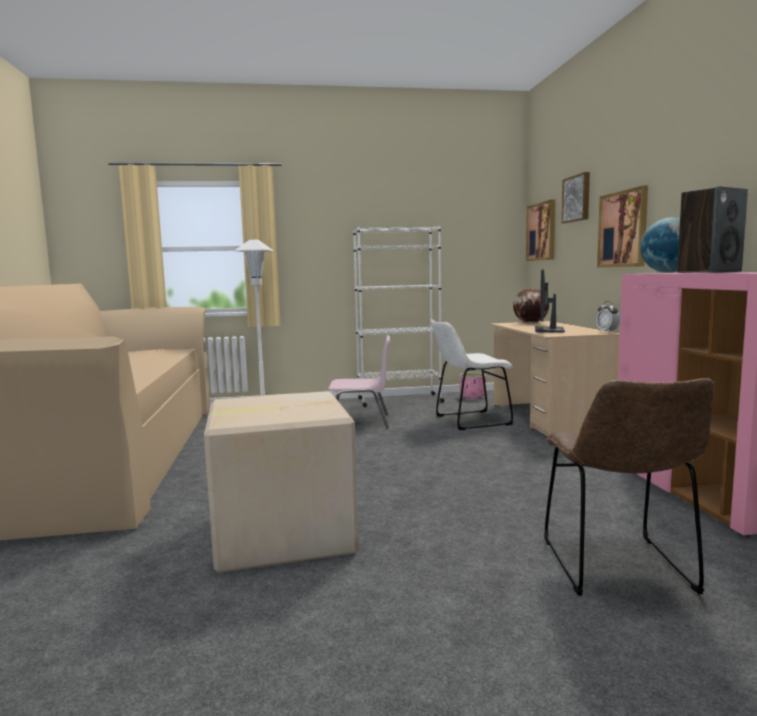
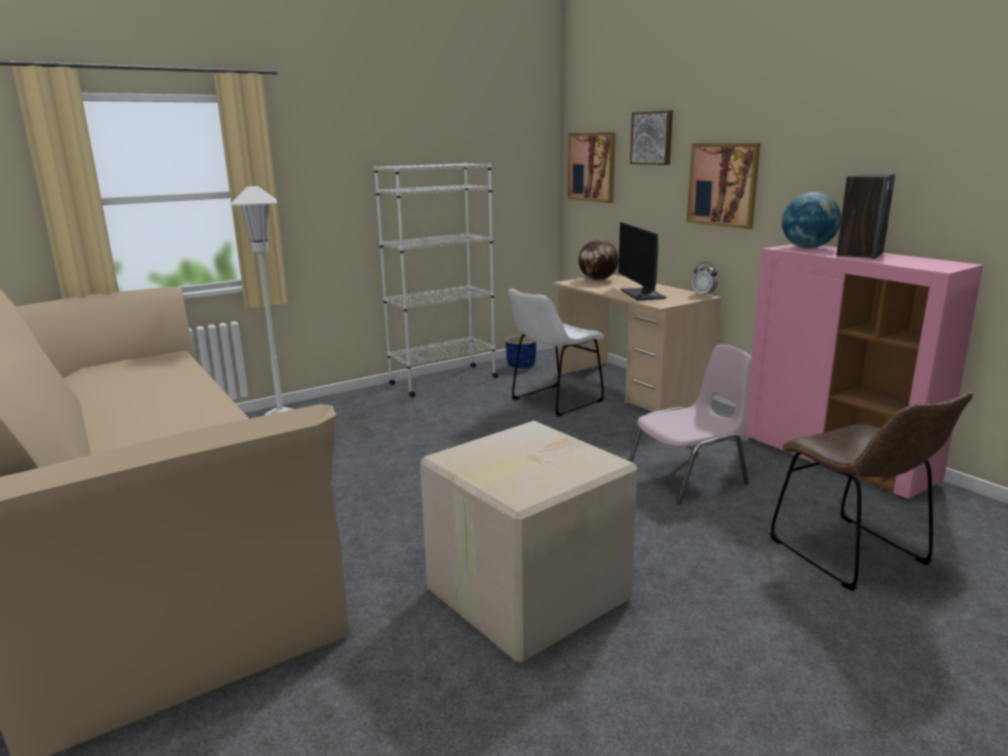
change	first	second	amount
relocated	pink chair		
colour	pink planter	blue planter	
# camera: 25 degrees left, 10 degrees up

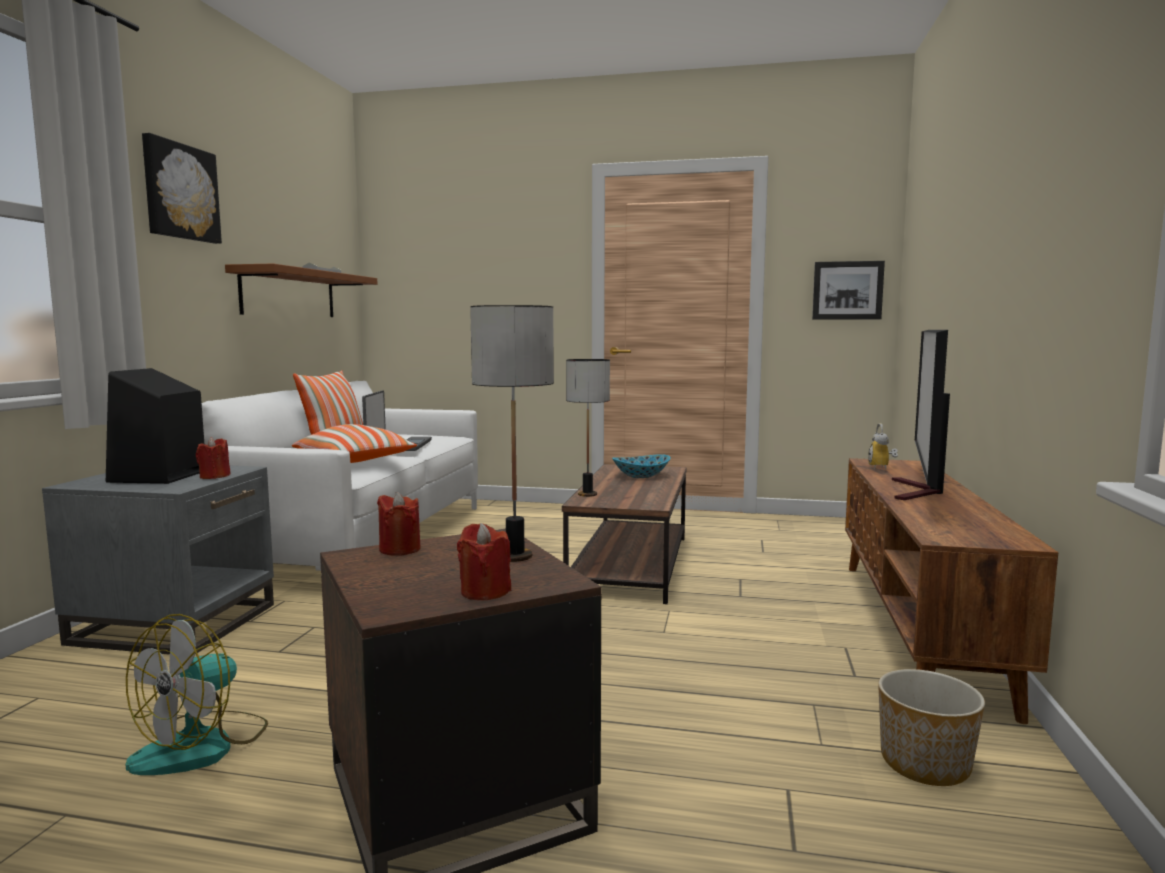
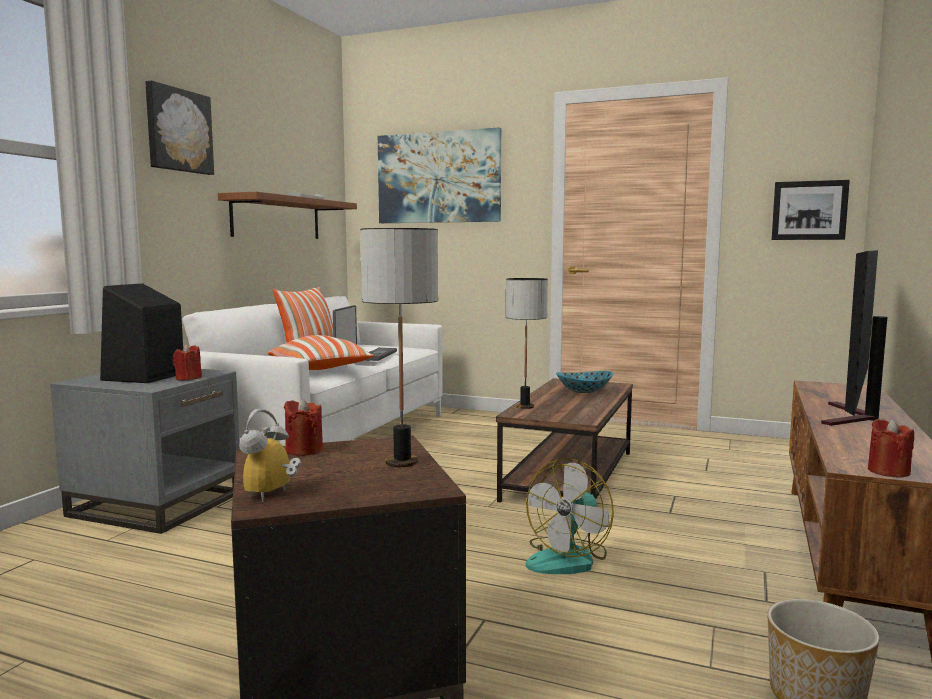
change	first	second	amount
relocated	alarm clock		
relocated	red candle (no. 3 from left)		
relocated	fan		
appeared		picture (no. 2 from left)	
# camera: 10 degrees right, 0 degrees up

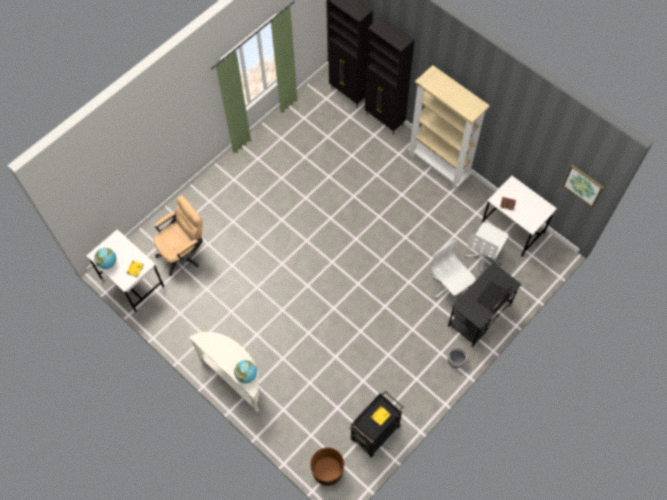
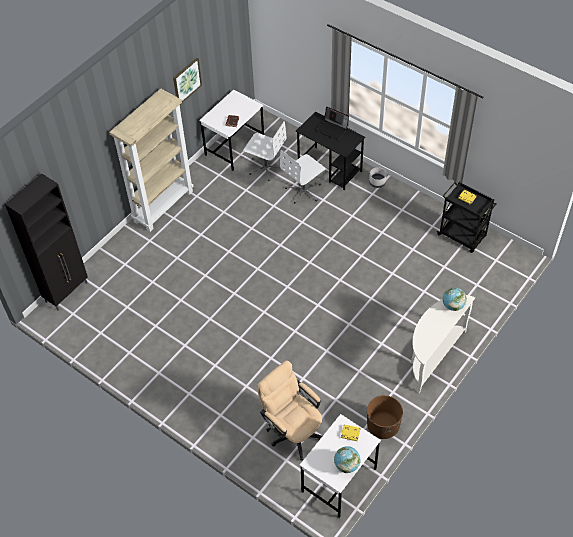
change	first	second	amount
missing	black cabinet (no. 2 from left)		
relocated	picture		
relocated	brown planter		
# camera: 95 degrees left, 10 degrees down

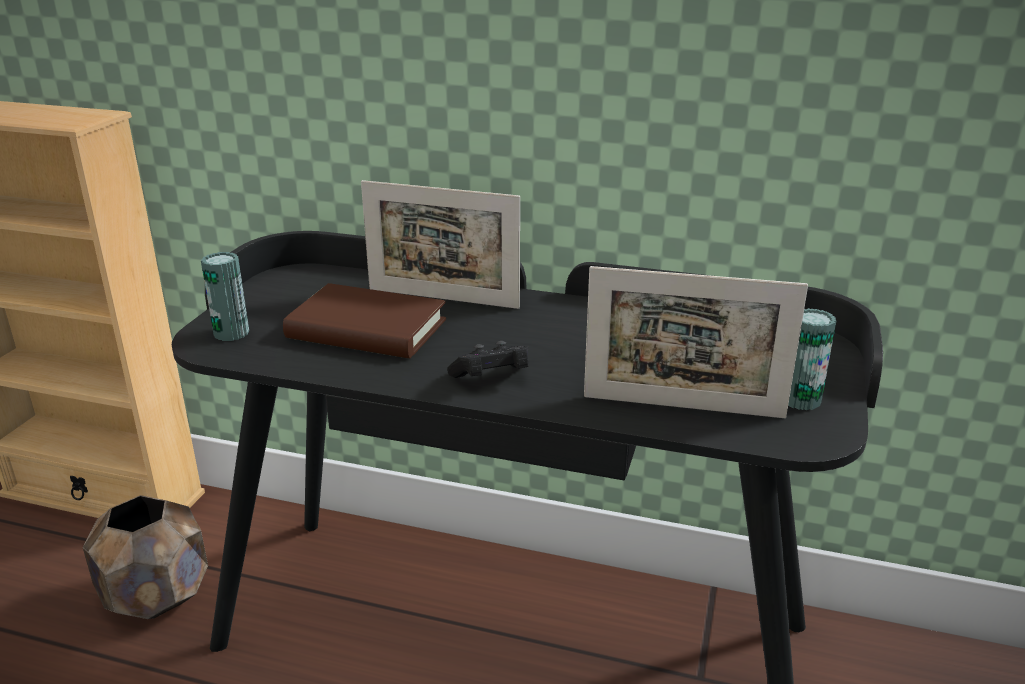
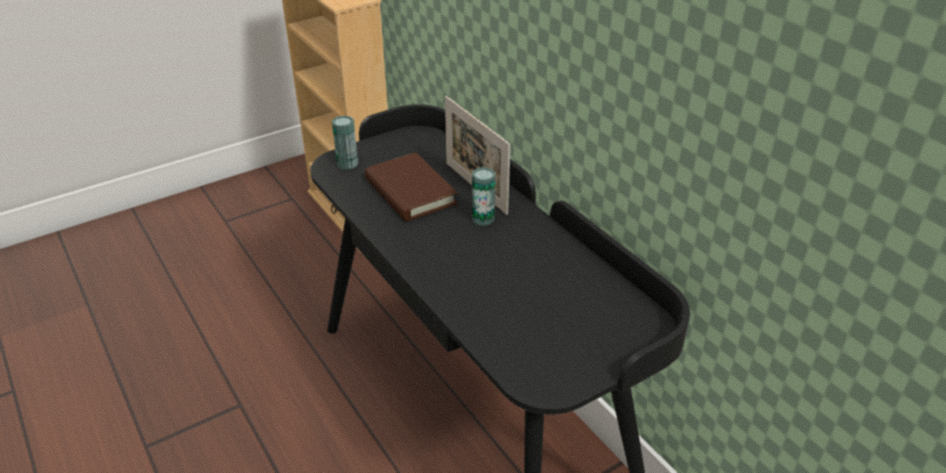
change	first	second	amount
missing	picture frame (no. 2 from left)		
relocated	can (no. 2 from left)		
missing	black game controller		
missing	brown planter		
# camera: 40 degrees right, 10 degrees up

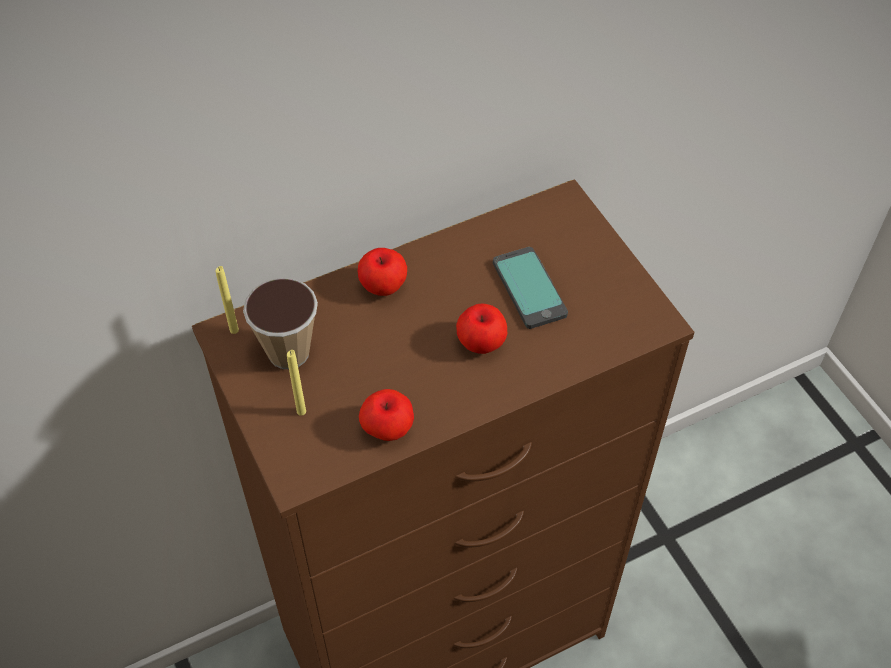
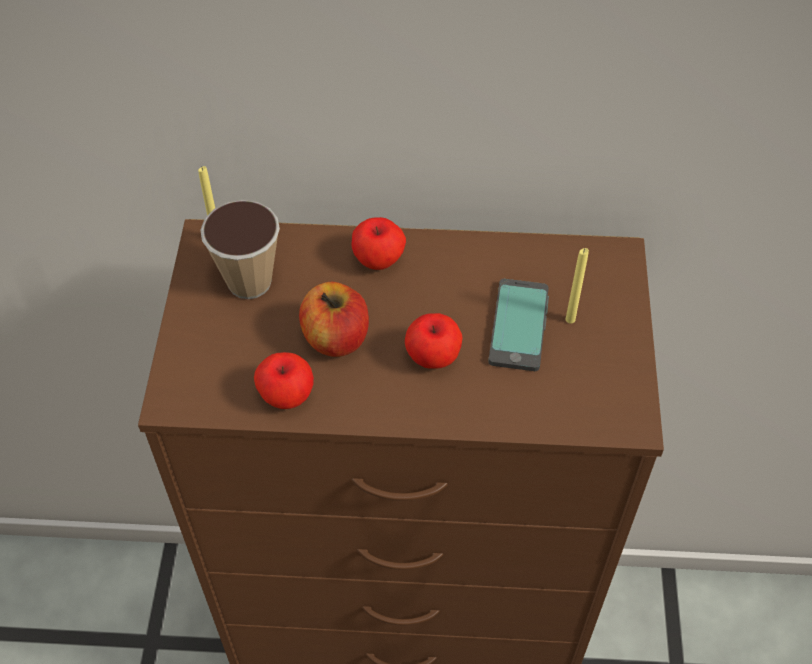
change	first	second	amount
relocated	yellow candle (no. 2 from left)		
appeared		apple (no. 2 from left)	
# camera: 30 degrees right, 0 degrees up

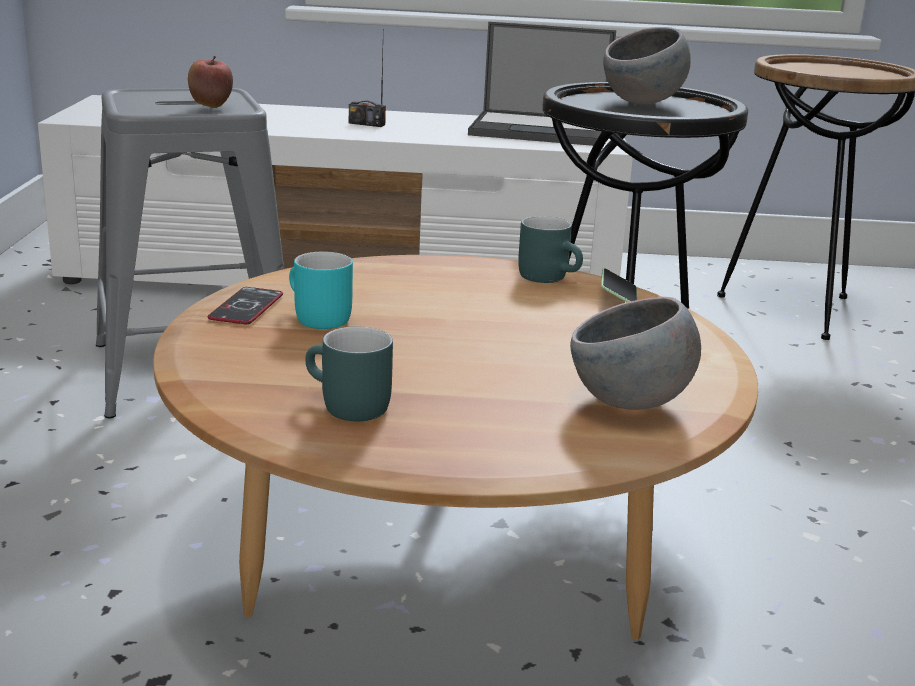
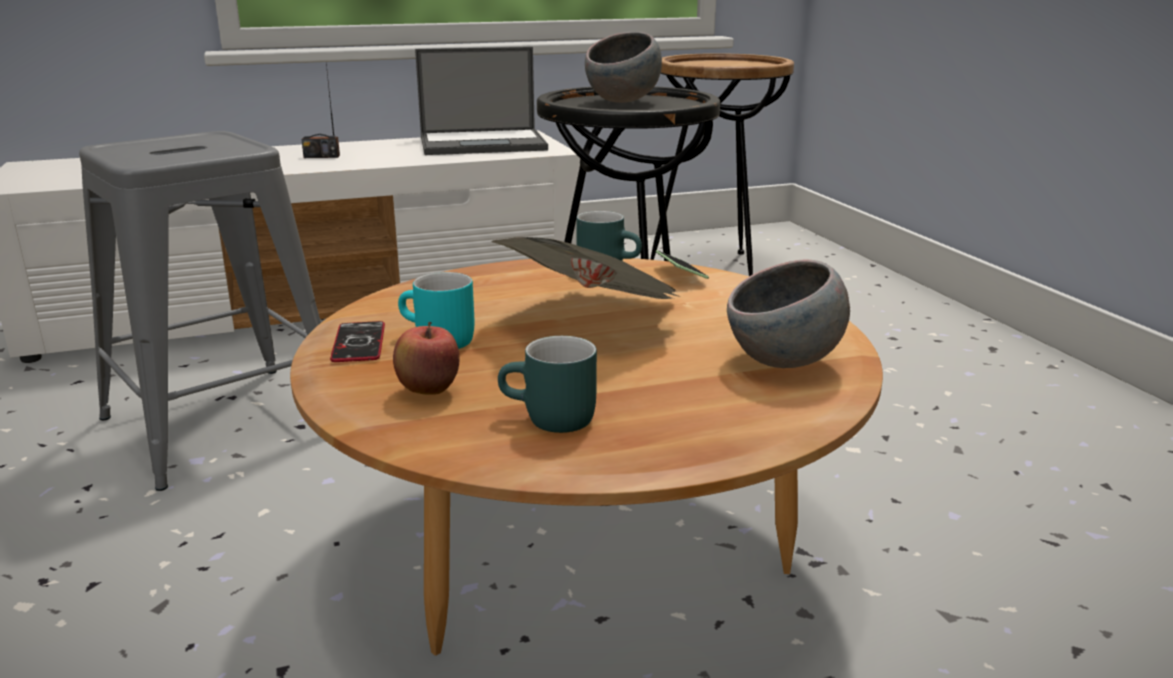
change	first	second	amount
relocated	apple		
appeared		newspaper	
# camera: 20 degrees left, 0 degrees up

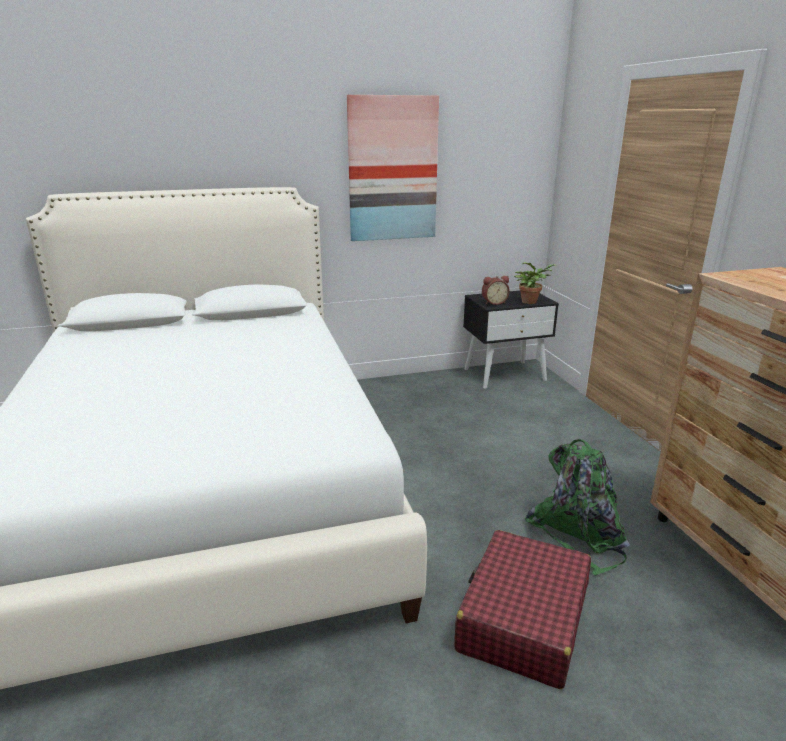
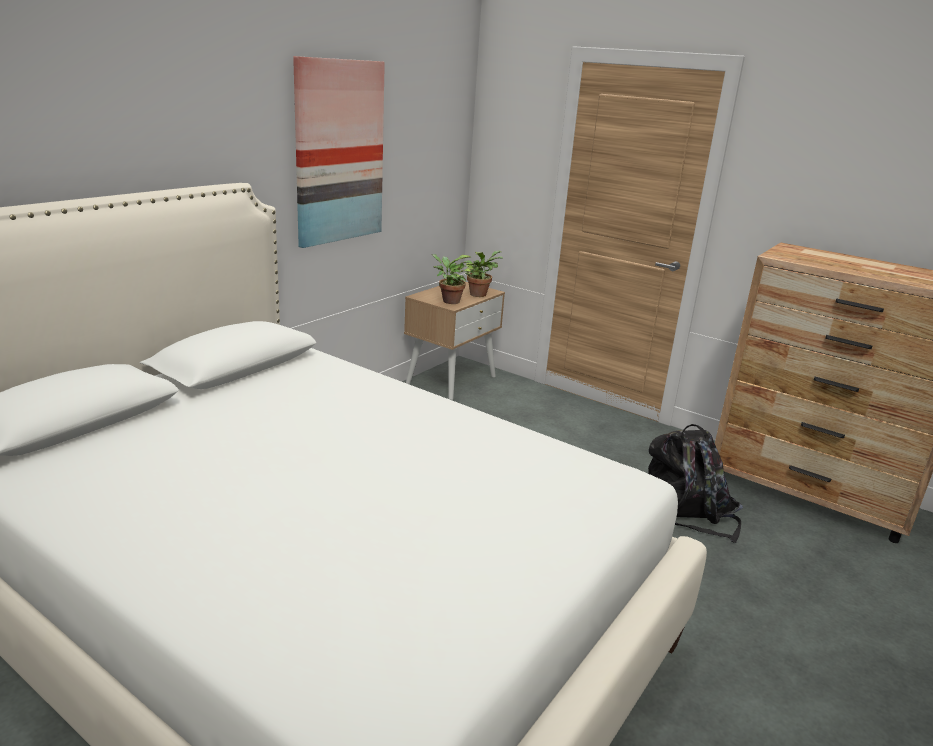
change	first	second	amount
exchanged	alarm clock	potted plant (no. 1 from left)	
colour	black nightstand	beige nightstand	
colour	green backpack	black backpack	
missing	red suitcase		
# camera: 40 degrees left, 0 degrees up

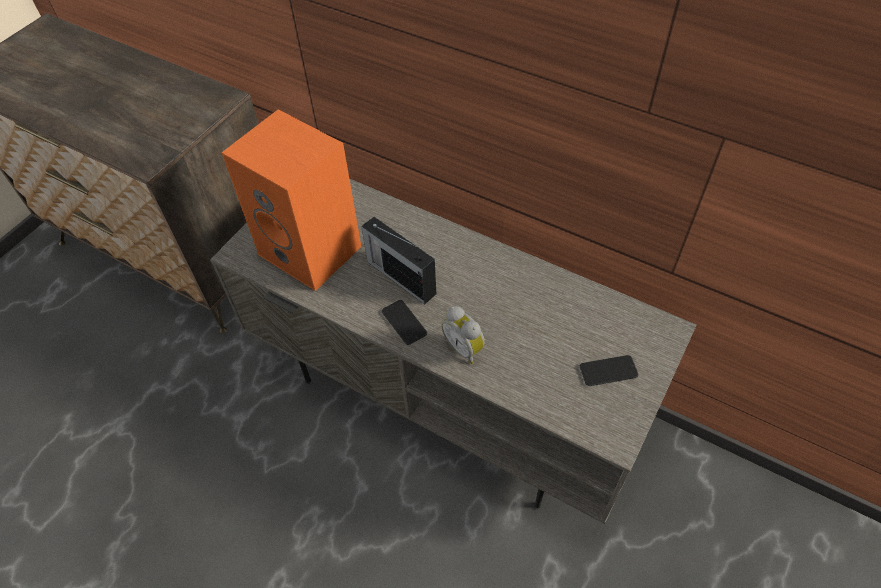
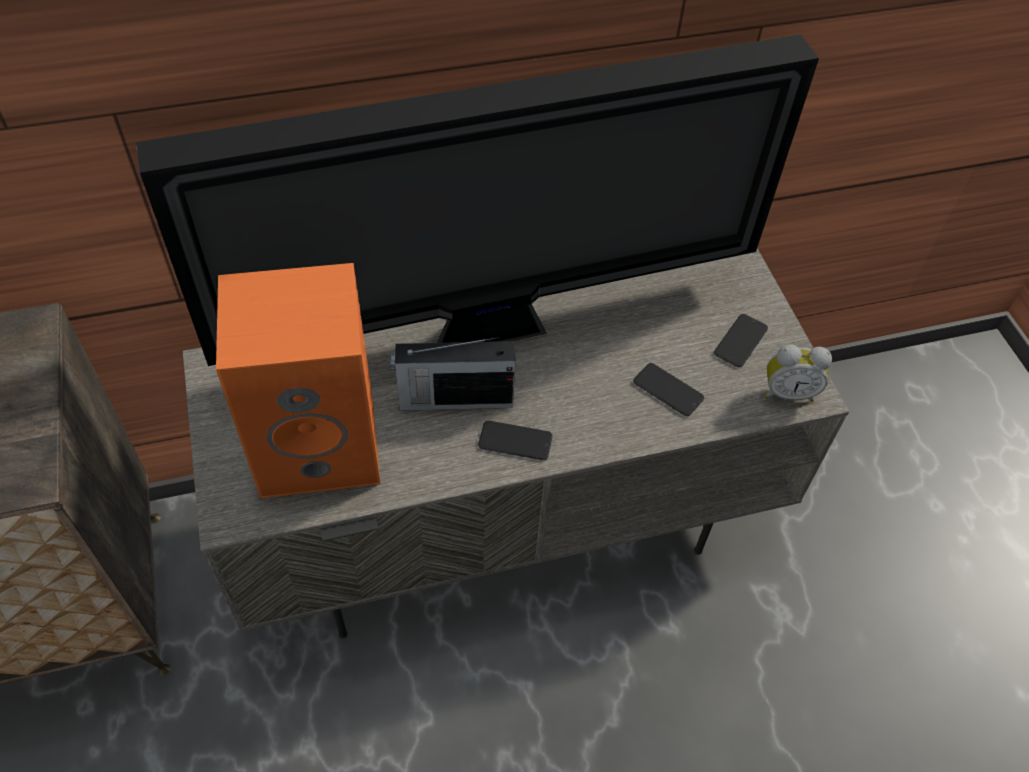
change	first	second	amount
relocated	alarm clock		
appeared		television	
appeared		phone (no. 2 from left)	
# camera: 50 degrees left, 0 degrees up

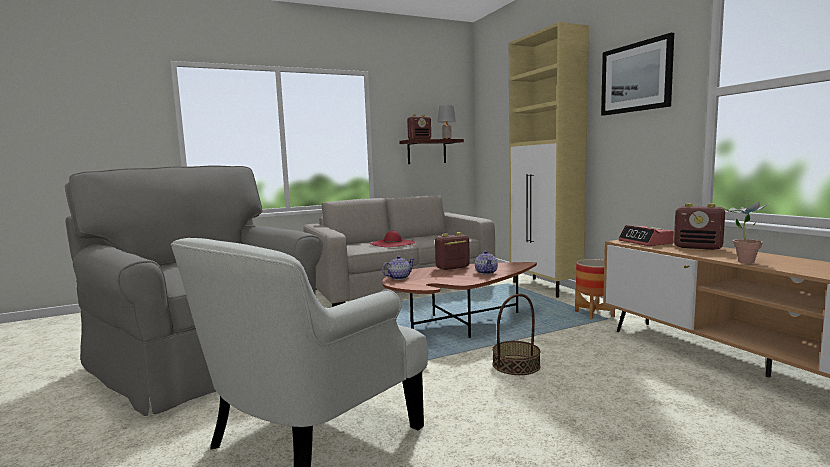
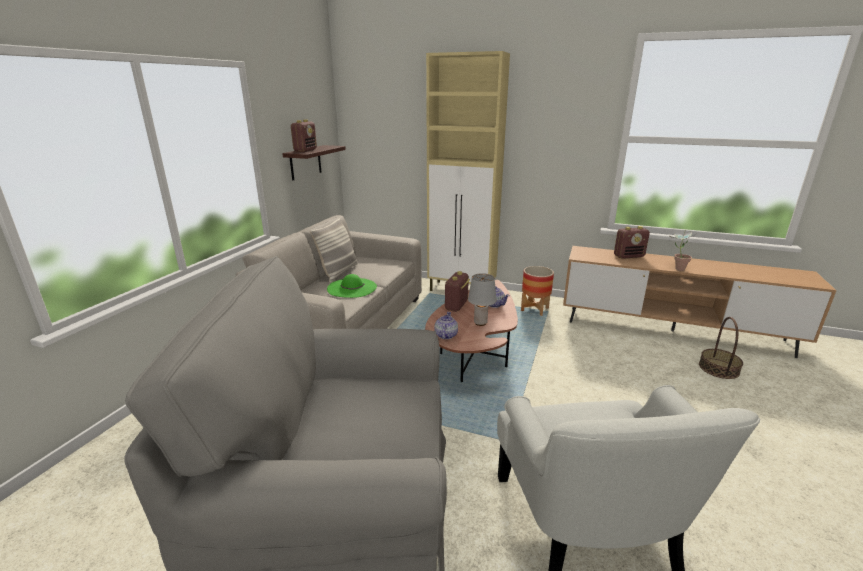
change	first	second	amount
missing	picture		
relocated	grey table lamp		
missing	alarm clock		
colour	red hat	green hat	
relocated	basket		
appeared		pillow	
# camera: 45 degrees left, 15 degrees up

